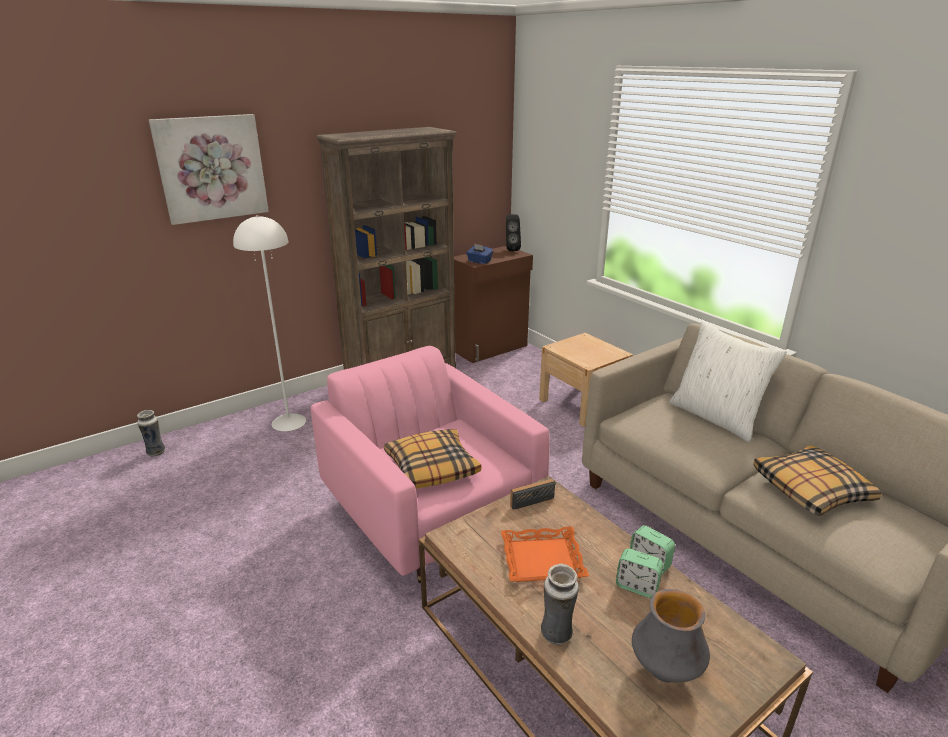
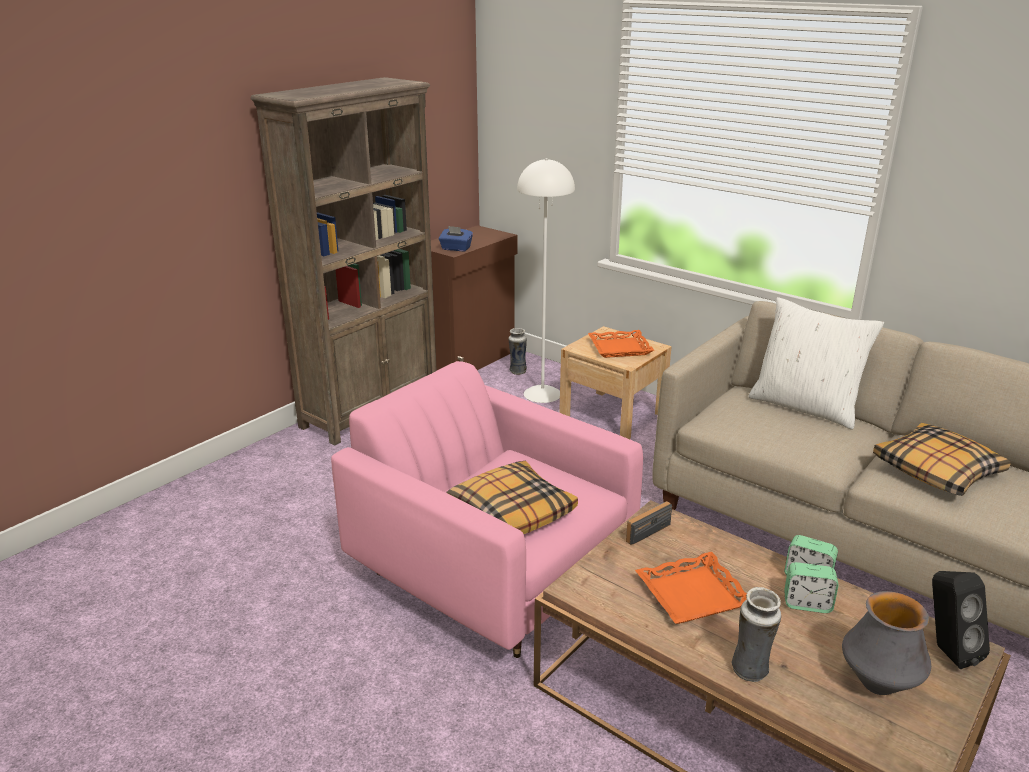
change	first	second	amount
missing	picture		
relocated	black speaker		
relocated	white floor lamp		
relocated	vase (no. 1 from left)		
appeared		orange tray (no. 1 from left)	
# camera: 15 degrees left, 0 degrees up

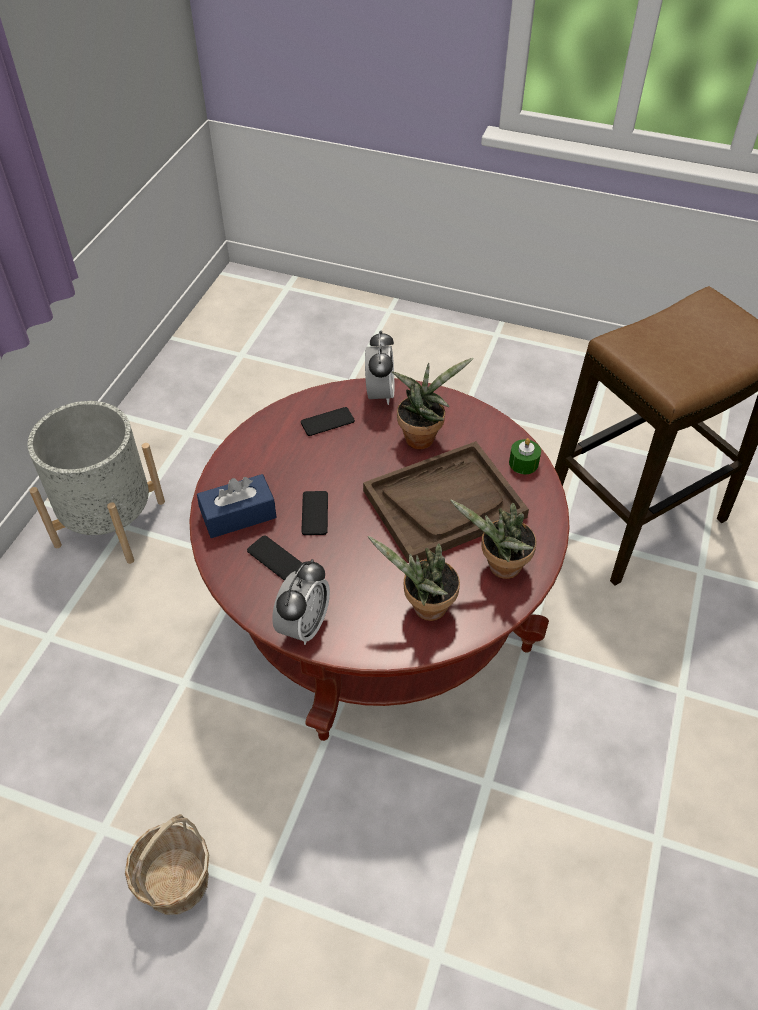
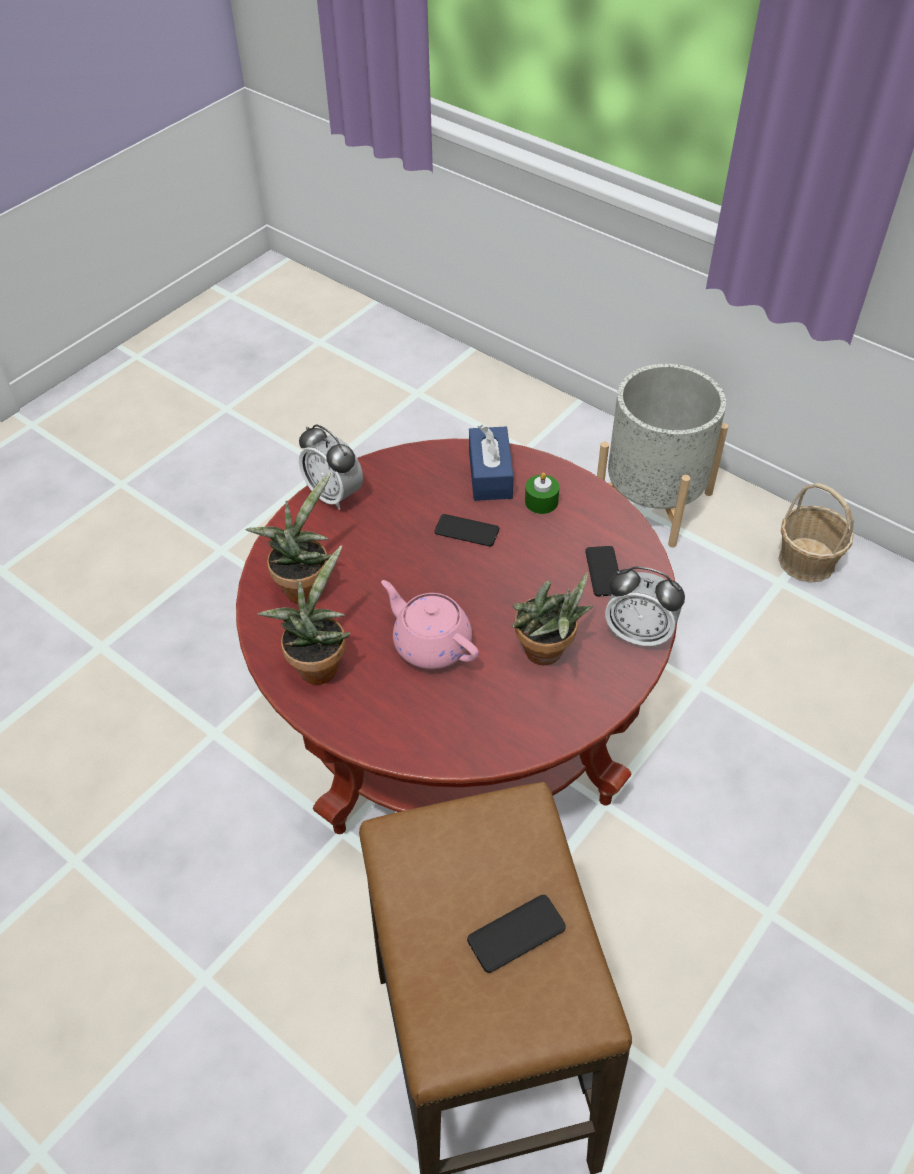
change	first	second	amount
relocated	green candle		
exchanged	brown tray	pink teapot	
relocated	phone (no. 1 from left in the first image)	phone (no. 2 from left)	
relocated	basket		
# camera: 110 degrees right, 0 degrees up

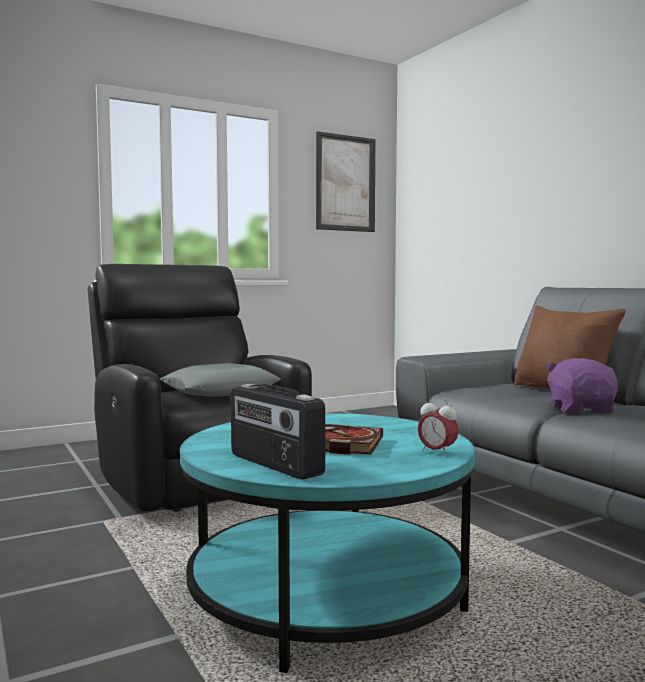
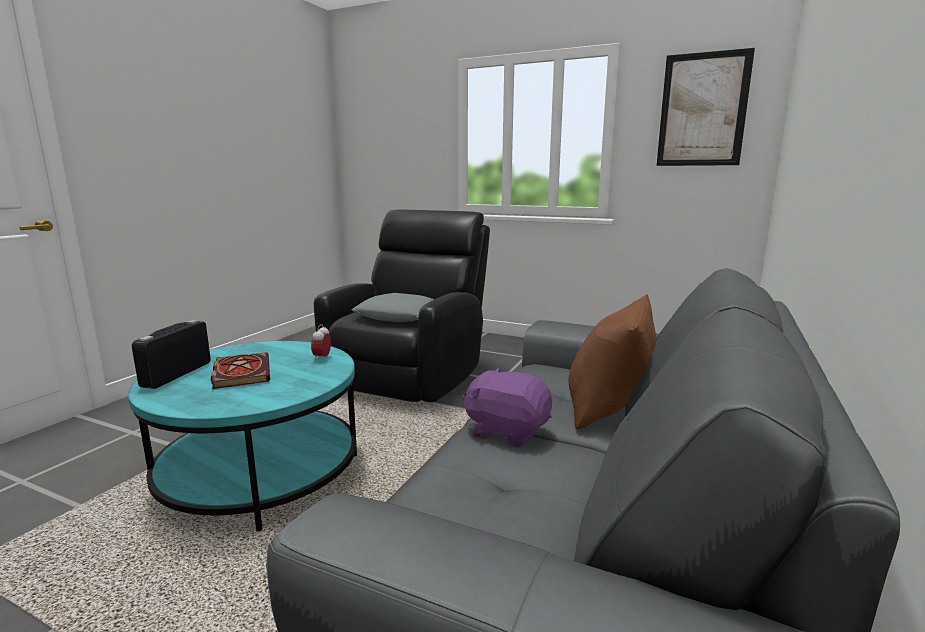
change	first	second	amount
spun	purple plush toy		120 degrees counterclockwise
relocated	alarm clock		
# camera: 55 degrees right, 10 degrees up

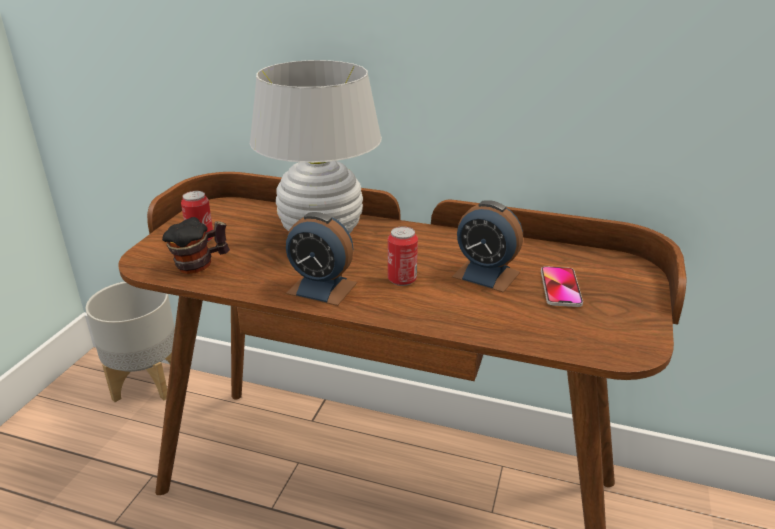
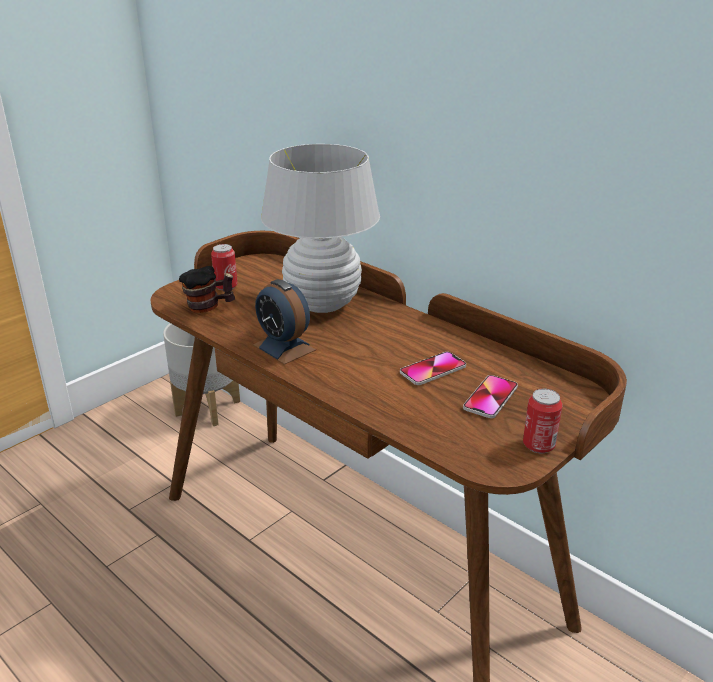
change	first	second	amount
exchanged	alarm clock (no. 2 from left)	phone (no. 1 from left)	
relocated	can (no. 2 from left)		
# camera: 25 degrees right, 0 degrees up

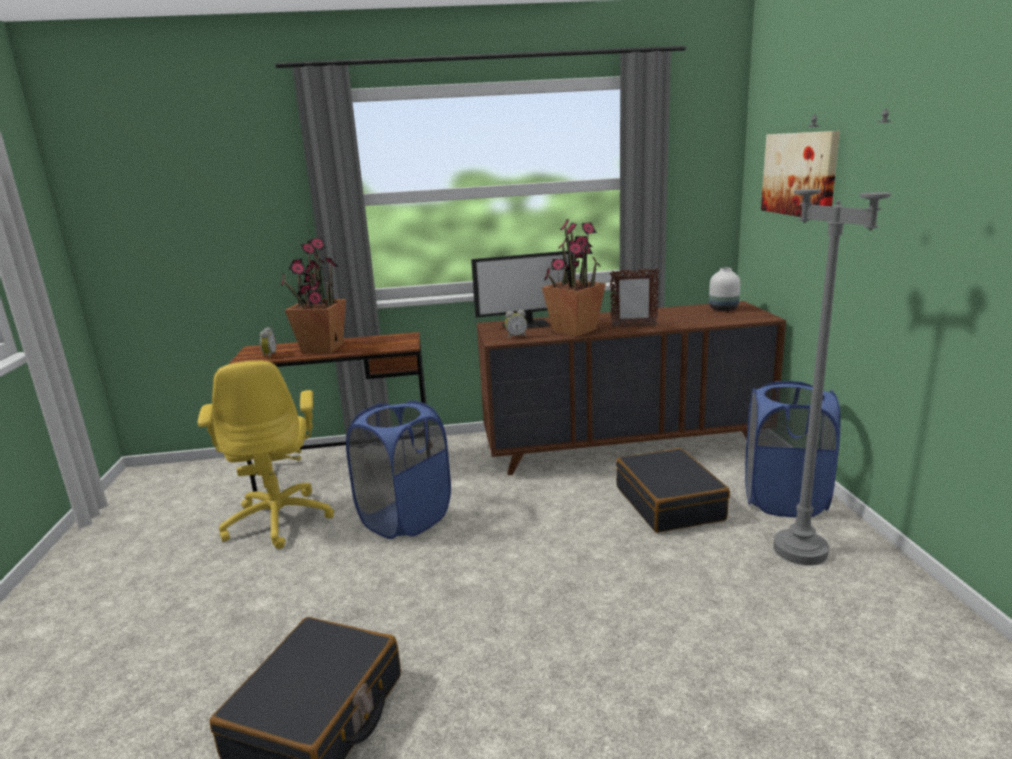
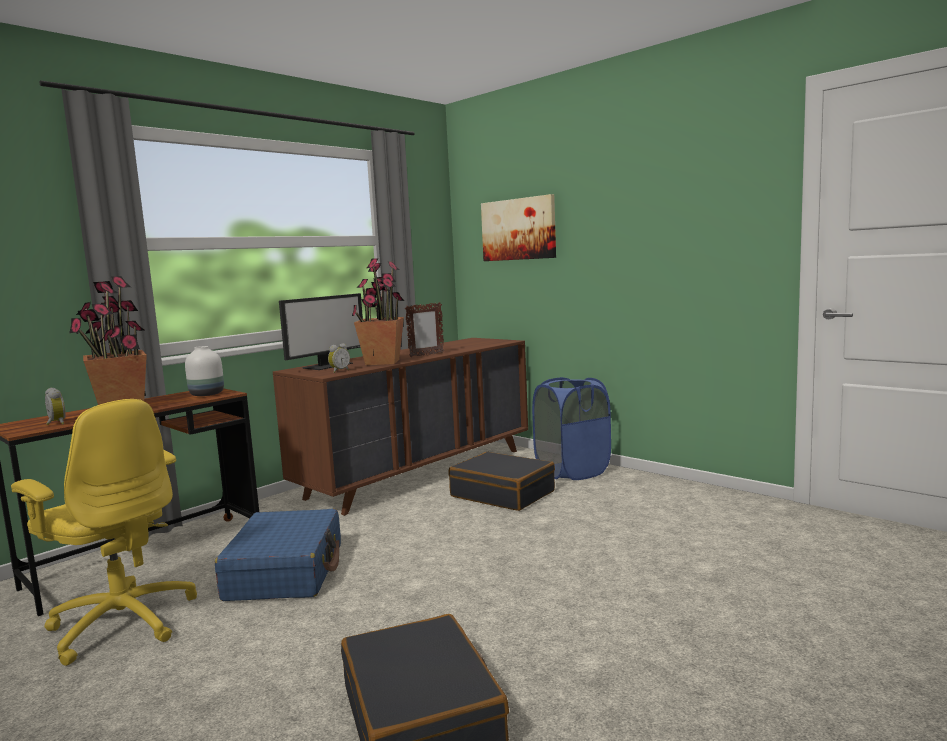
change	first	second	amount
missing	grey floor lamp		
relocated	white vase		
exchanged	blue laundry basket (no. 1 from left)	blue suitcase	
# camera: 40 degrees left, 10 degrees down

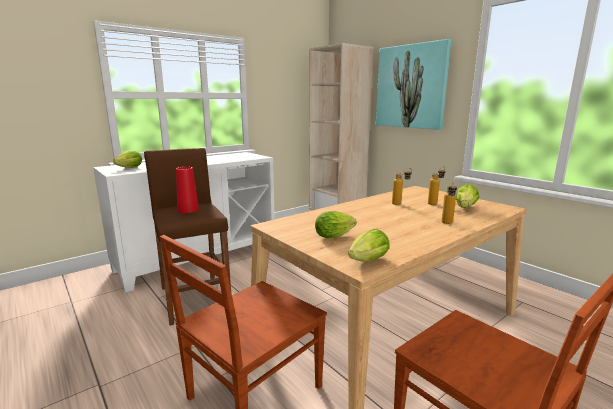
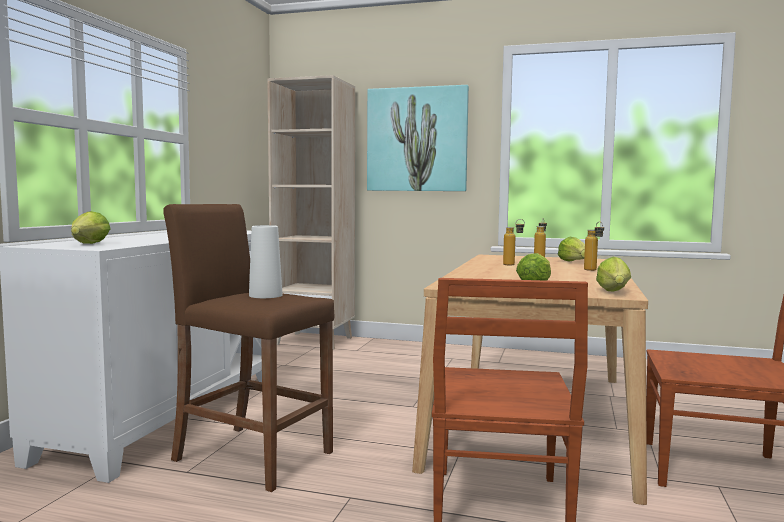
change	first	second	amount
colour	red vase	white vase	
# camera: 35 degrees left, 10 degrees down

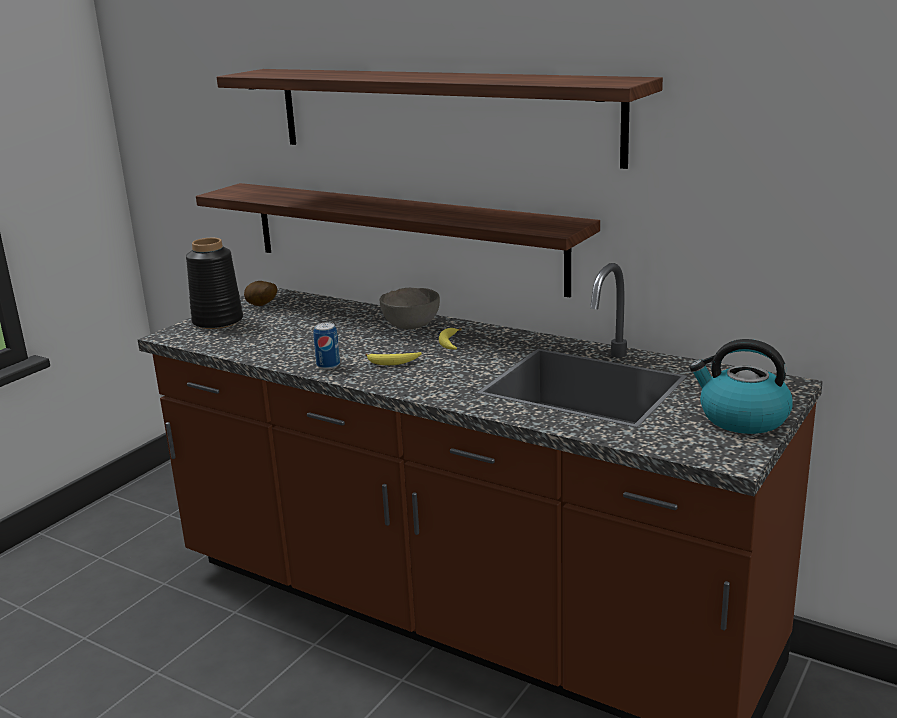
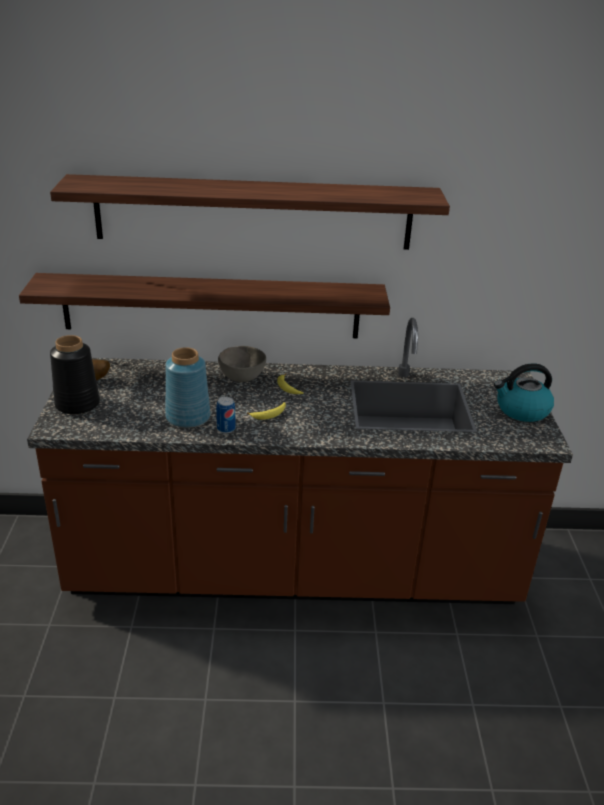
change	first	second	amount
appeared		blue vase	
# camera: 35 degrees left, 10 degrees up

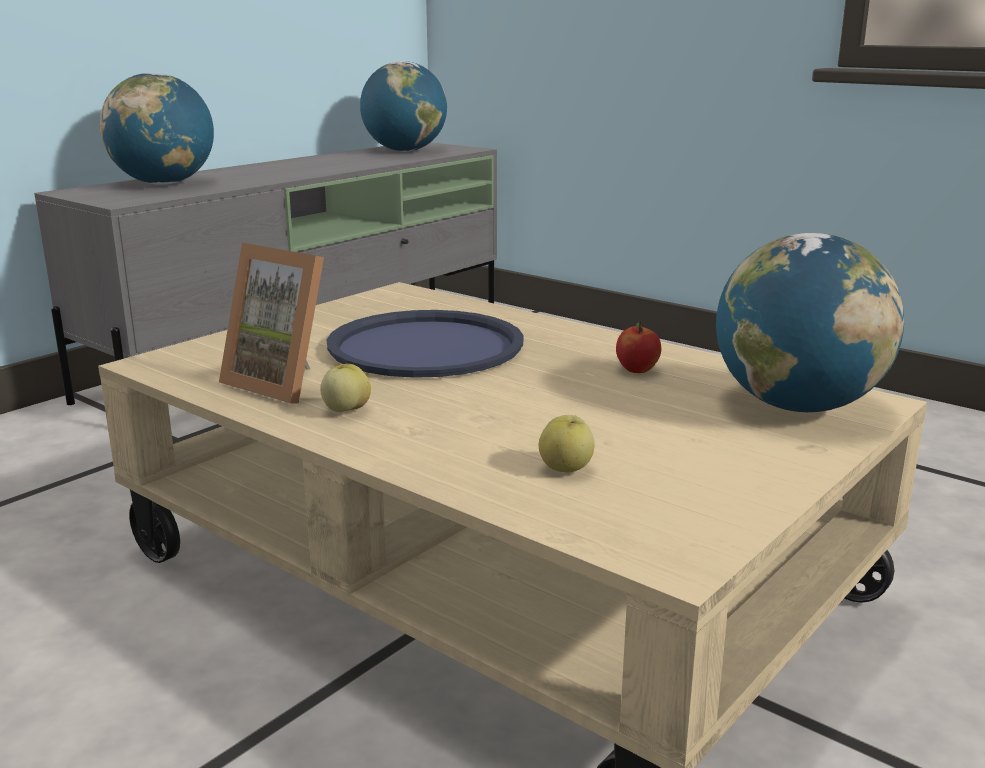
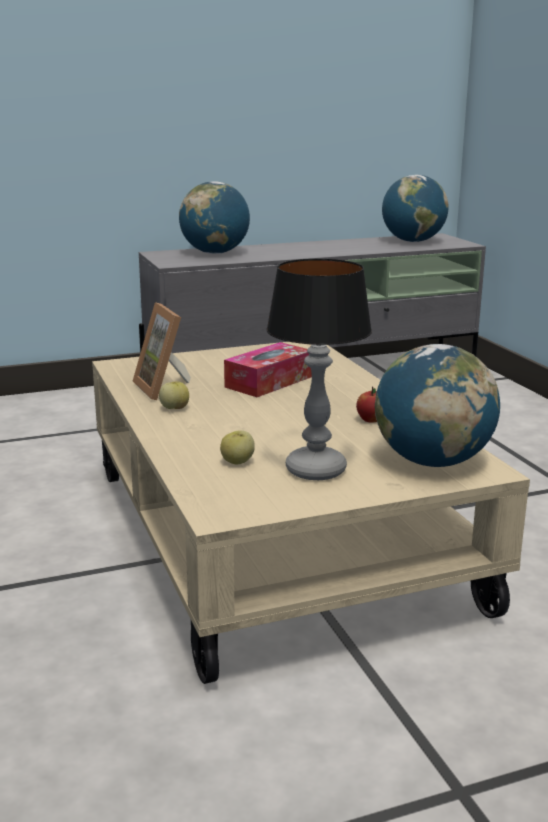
change	first	second	amount
exchanged	blue tray	tissue box	
appeared		table lamp	
# camera: 30 degrees right, 0 degrees up

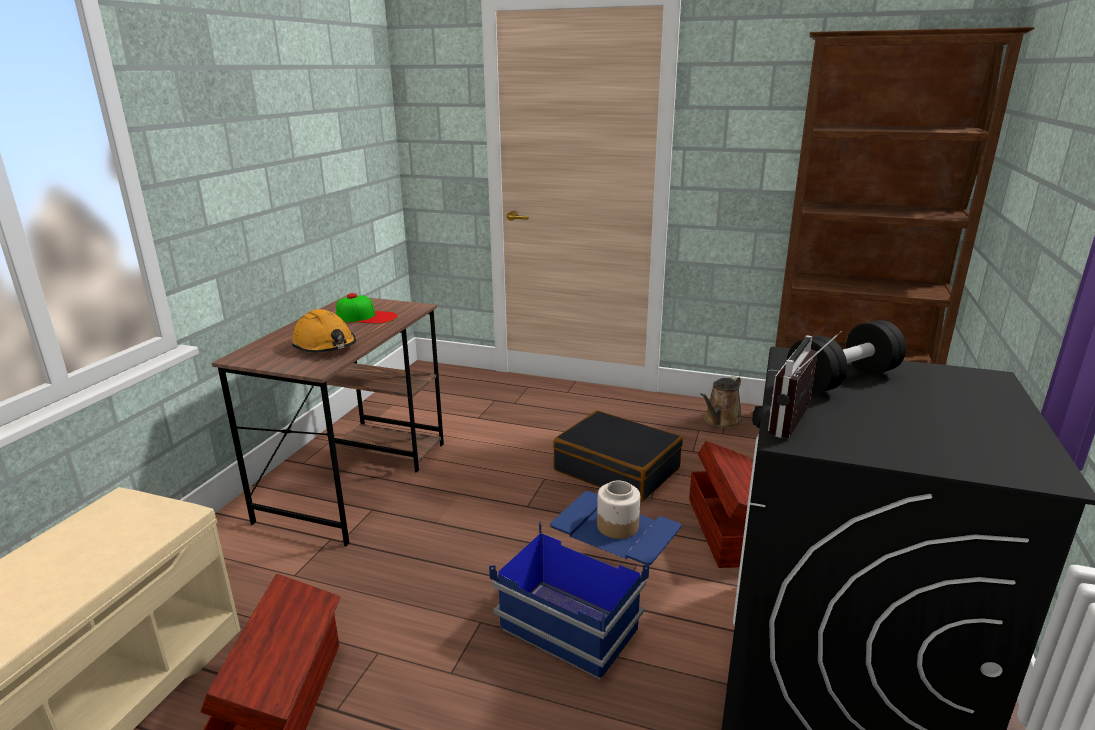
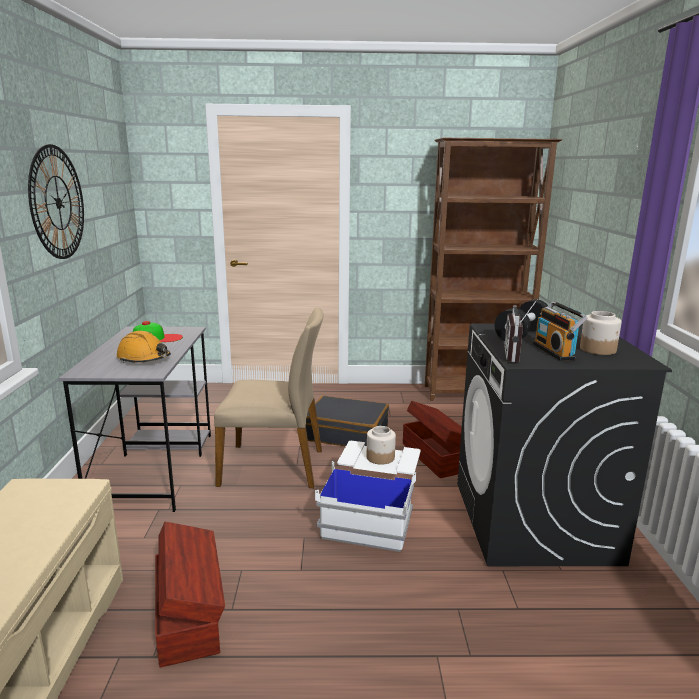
change	first	second	amount
colour	brown desk	grey desk	
missing	brown watering can		
colour	blue storage box	white storage box	
appeared		wall clock	
appeared		radio (no. 2 from left)	
appeared		beige chair	
appeared		jar (no. 2 from left)	
# camera: 20 degrees left, 5 degrees down

